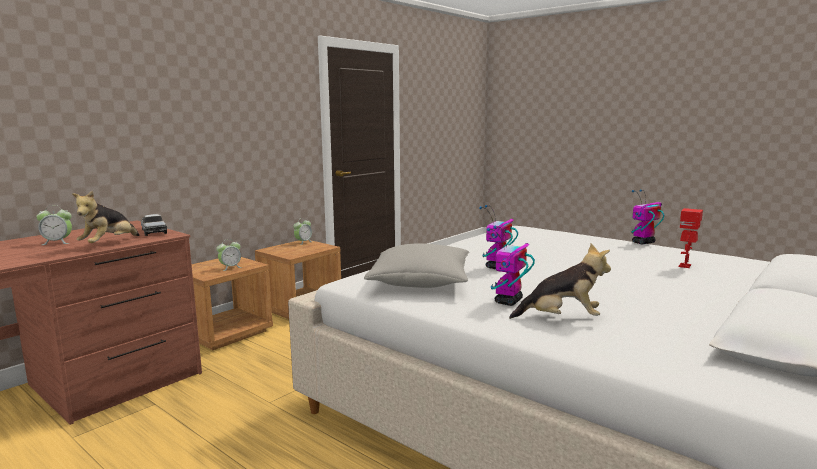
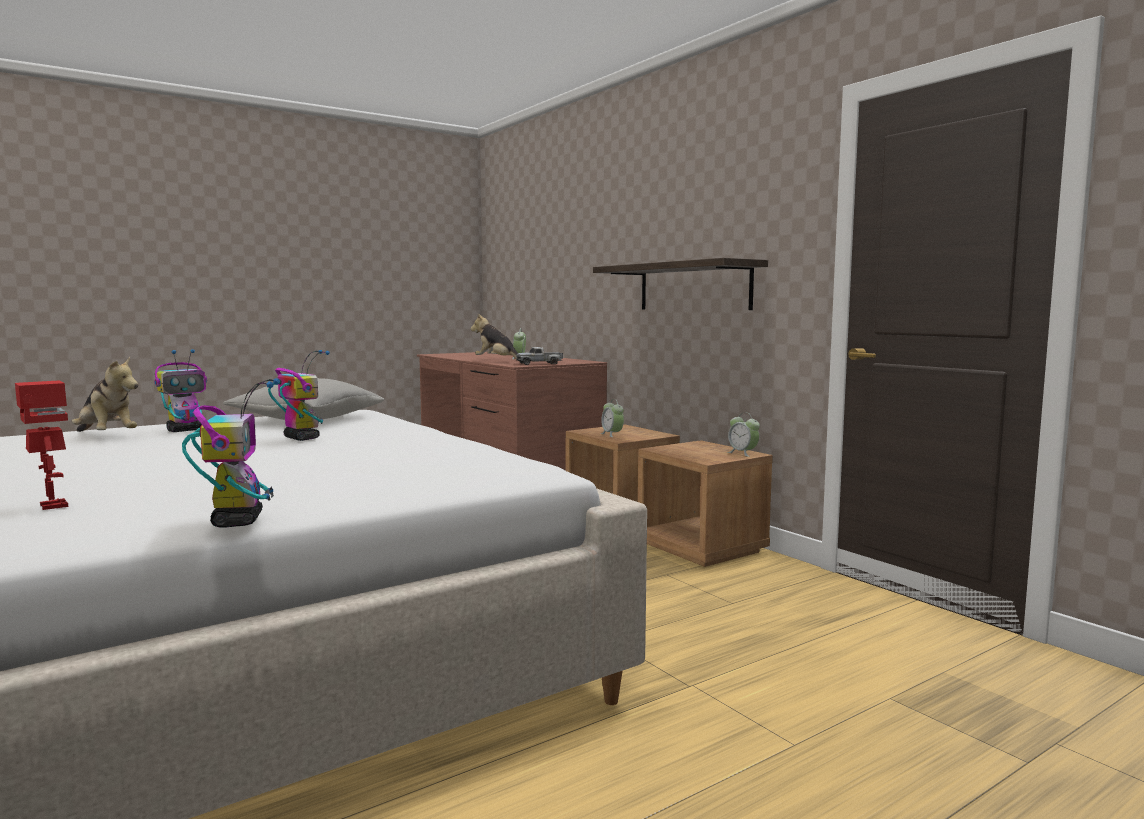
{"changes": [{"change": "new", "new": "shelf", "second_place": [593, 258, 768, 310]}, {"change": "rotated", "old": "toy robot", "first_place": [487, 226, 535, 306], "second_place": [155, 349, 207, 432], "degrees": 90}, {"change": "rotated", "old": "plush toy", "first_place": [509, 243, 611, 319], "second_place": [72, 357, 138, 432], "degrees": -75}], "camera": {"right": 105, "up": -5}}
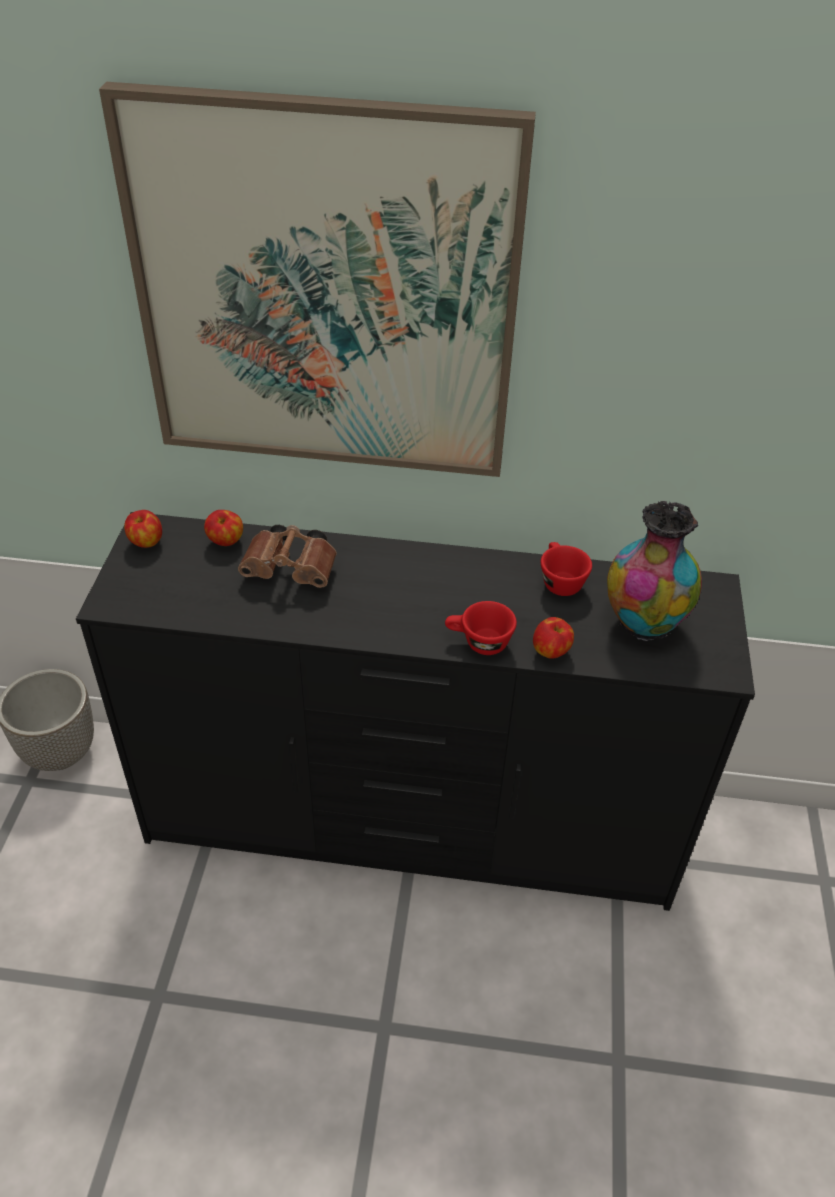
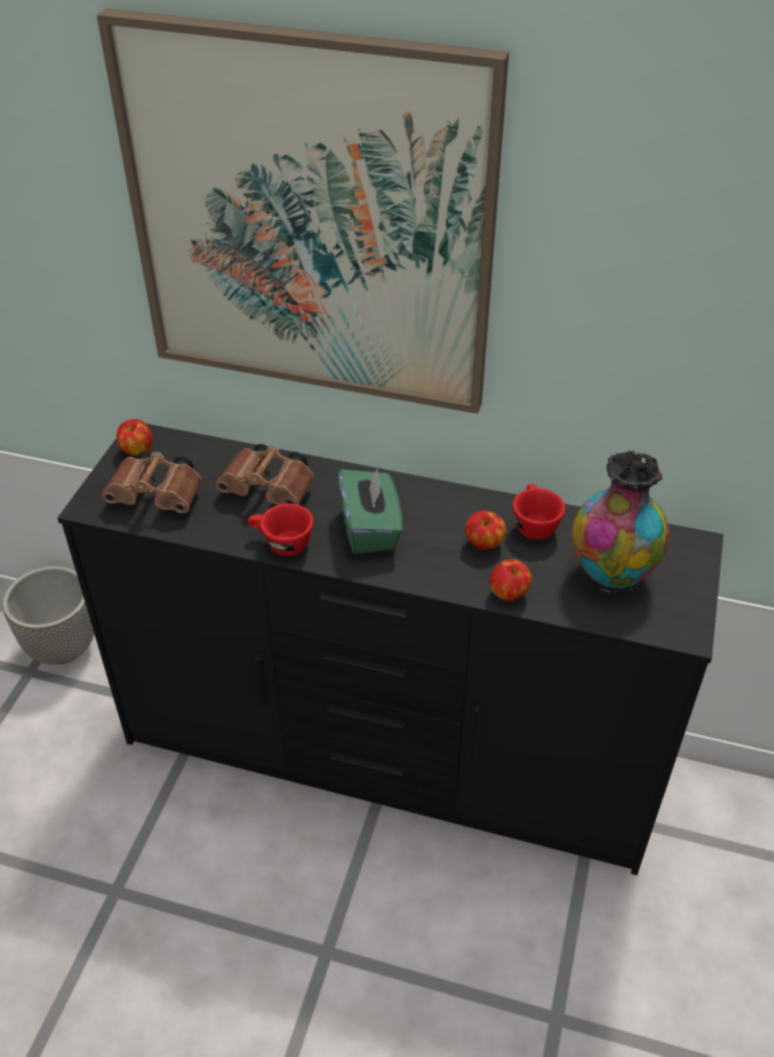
{"changes": [{"change": "new", "new": "binoculars (brown)", "second_place": [102, 451, 202, 513]}, {"change": "new", "new": "tissue box (green)", "second_place": [338, 467, 403, 554]}, {"change": "shifted", "old": "apple", "first_place": [204, 510, 243, 546], "second_place": [465, 510, 506, 550]}, {"change": "shifted", "old": "cup (red)", "first_place": [445, 601, 517, 655], "second_place": [248, 504, 314, 556]}], "camera": {"right": 10, "up": 0}}
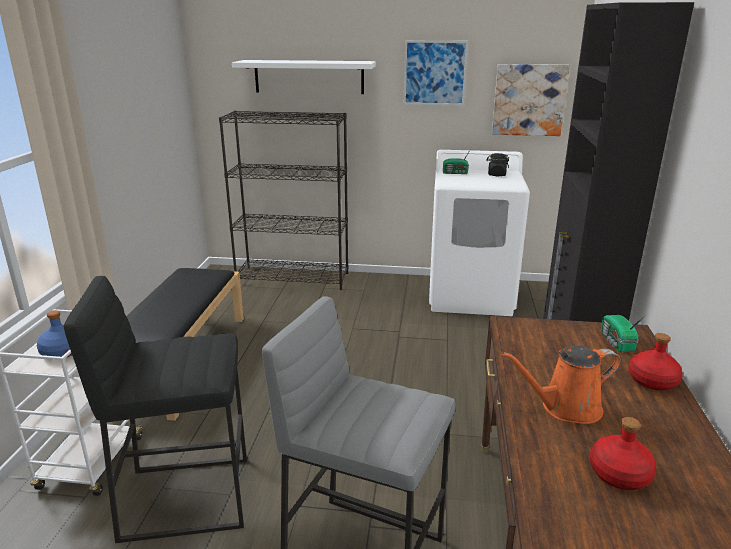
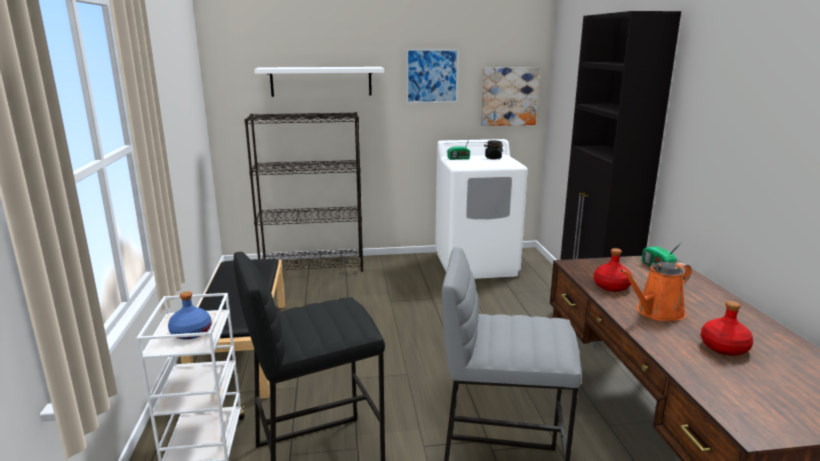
{"changes": [{"change": "shifted", "old": "bottle (red)", "first_place": [628, 333, 683, 390], "second_place": [594, 248, 633, 292]}], "camera": {"right": -15, "up": -5}}
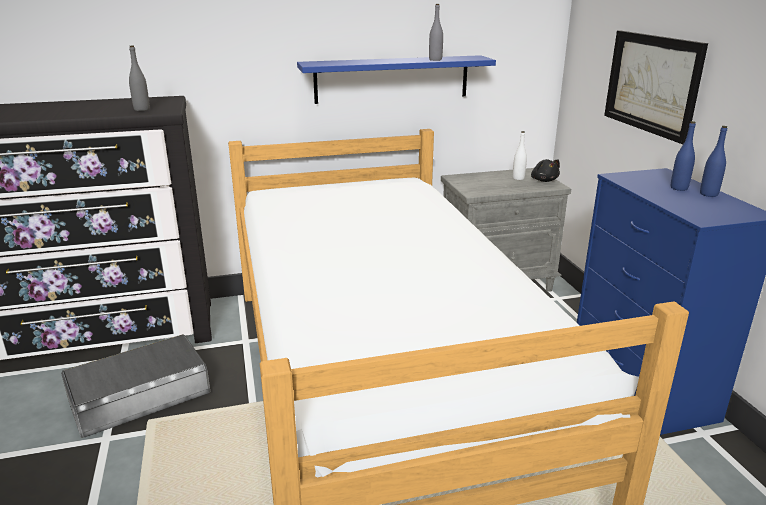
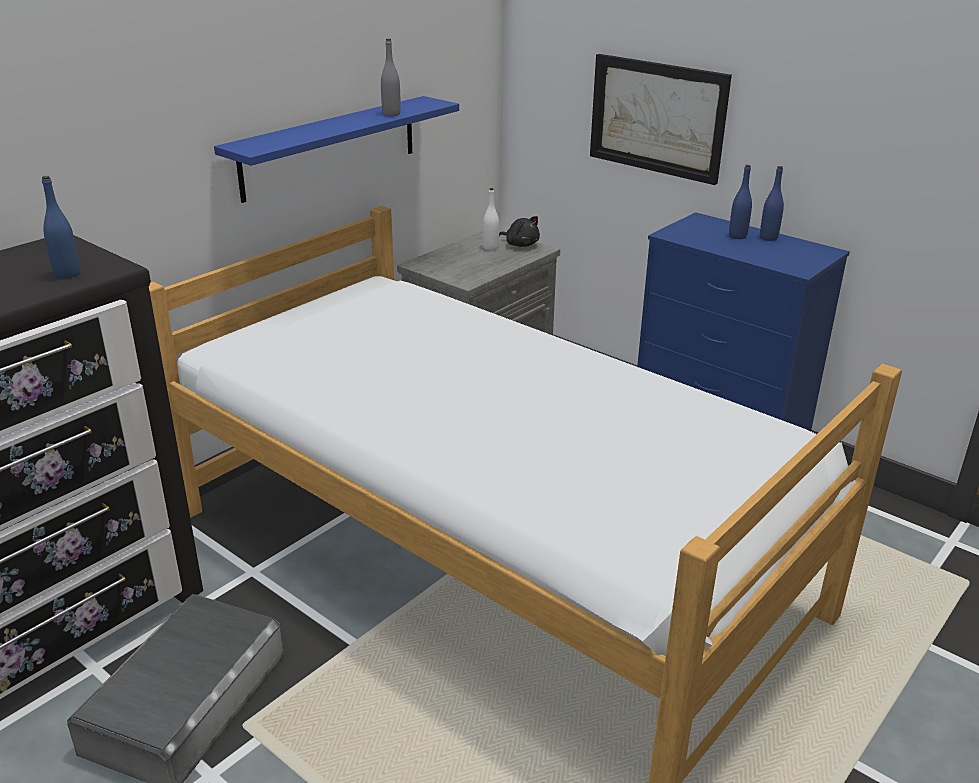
{"changes": [{"change": "repainted", "old": "bottle (grey)", "new": "bottle (blue)", "first_place": [129, 46, 150, 111], "second_place": [42, 176, 80, 279]}], "camera": {"right": -35, "up": 5}}
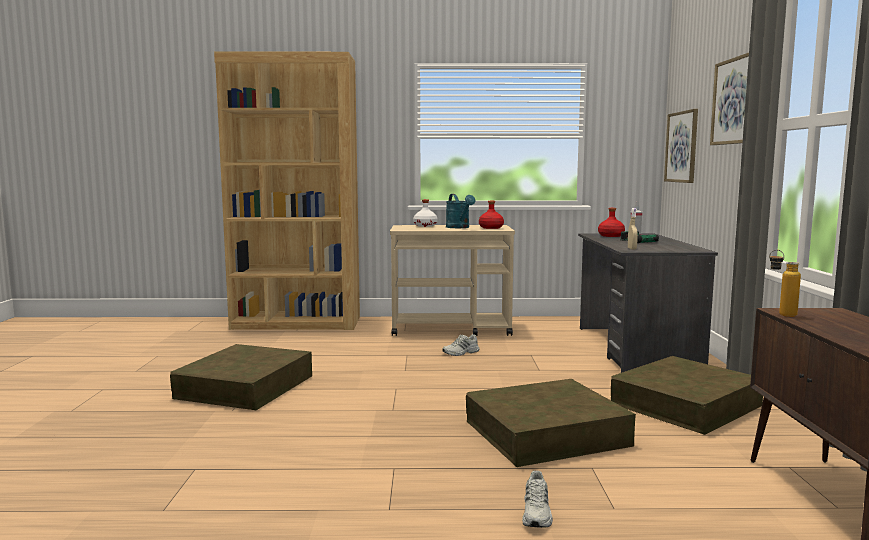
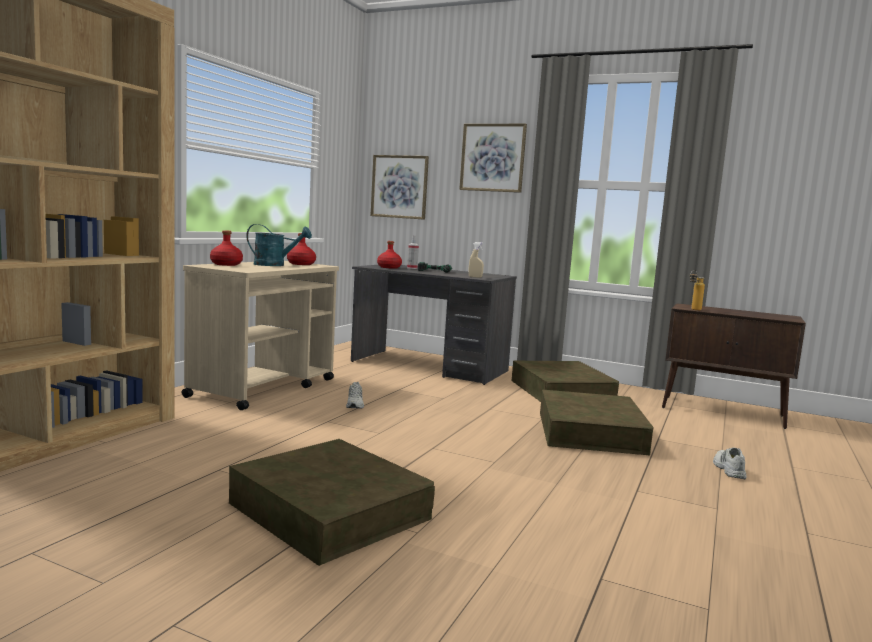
{"changes": [{"change": "repainted", "old": "bottle (white)", "new": "bottle (red)", "first_place": [413, 199, 438, 227], "second_place": [210, 230, 243, 266]}, {"change": "rotated", "old": "shoe (white)", "first_place": [522, 471, 553, 528], "second_place": [713, 447, 747, 480], "degrees": -120}], "camera": {"right": -65, "up": 0}}
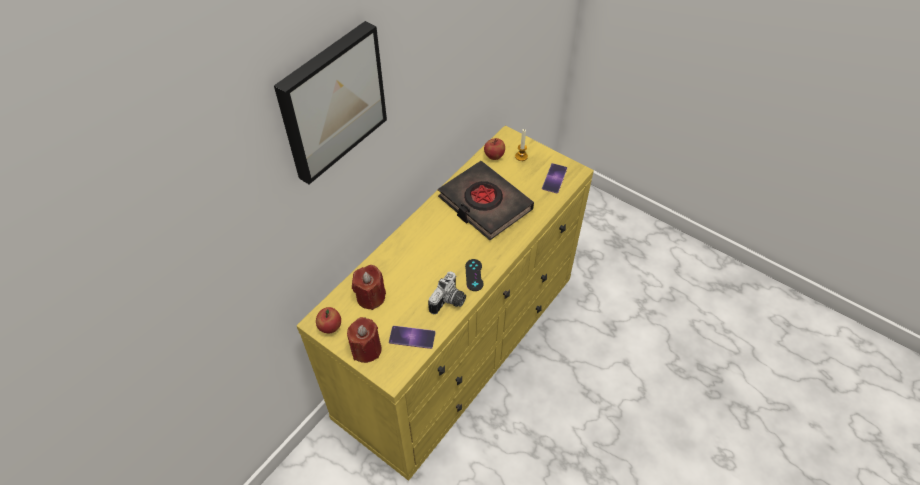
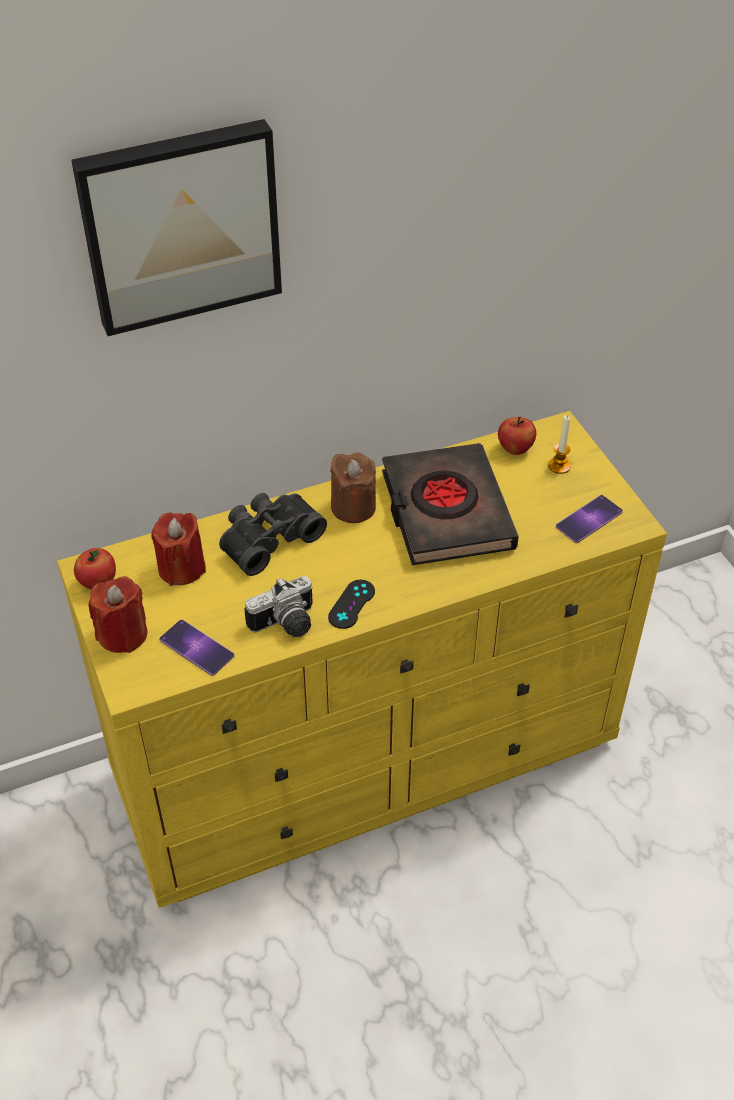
{"changes": [{"change": "new", "new": "binoculars (black)", "second_place": [219, 493, 327, 576]}, {"change": "new", "new": "candle (brown)", "second_place": [330, 453, 376, 523]}], "camera": {"right": 30, "up": -5}}
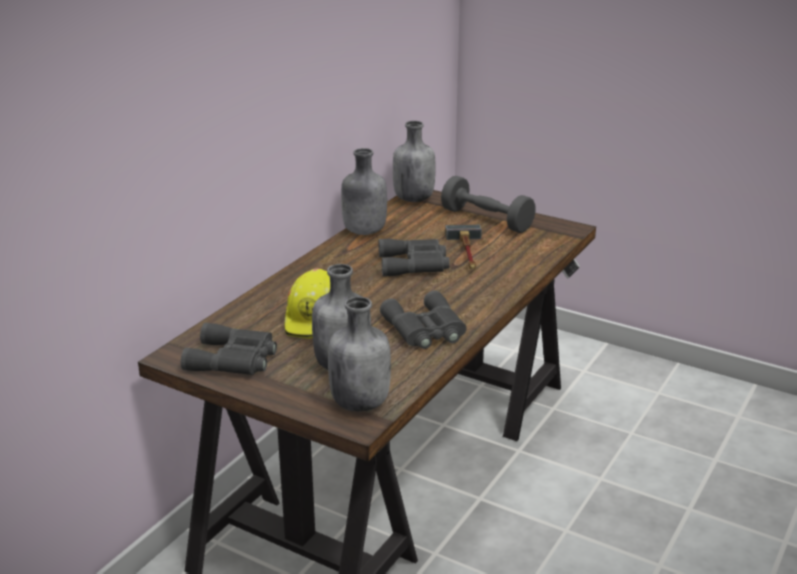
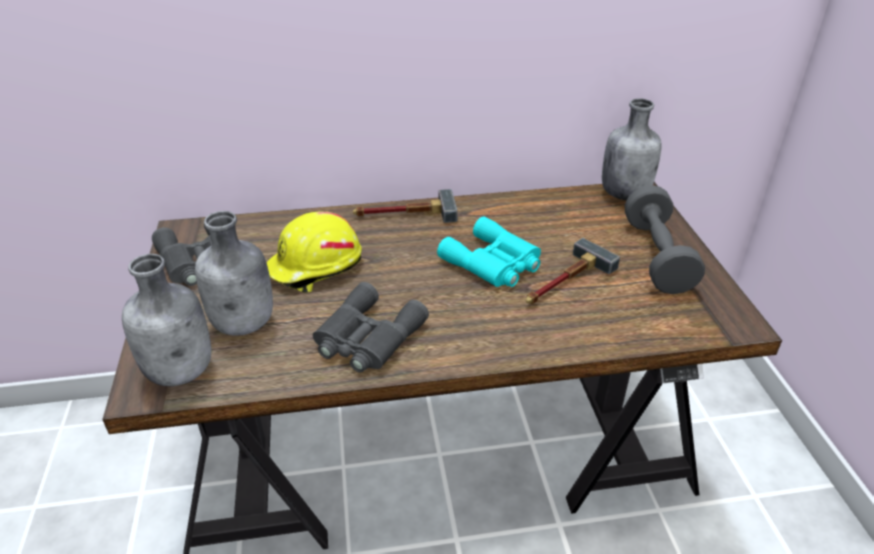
{"changes": [{"change": "gone", "old": "bottle (grey)", "first_place": [341, 148, 387, 235]}, {"change": "new", "new": "hammer", "second_place": [353, 189, 458, 223]}, {"change": "repainted", "old": "binoculars (grey)", "new": "binoculars (turquoise)", "first_place": [379, 239, 450, 277], "second_place": [437, 216, 541, 287]}], "camera": {"right": 50, "up": 10}}
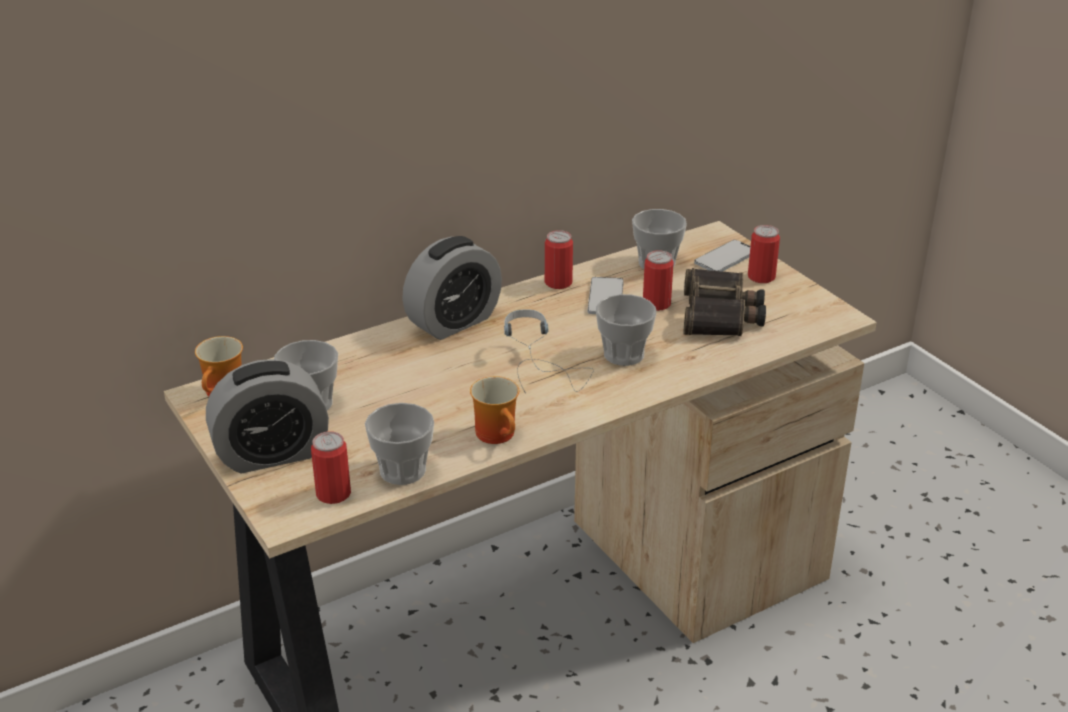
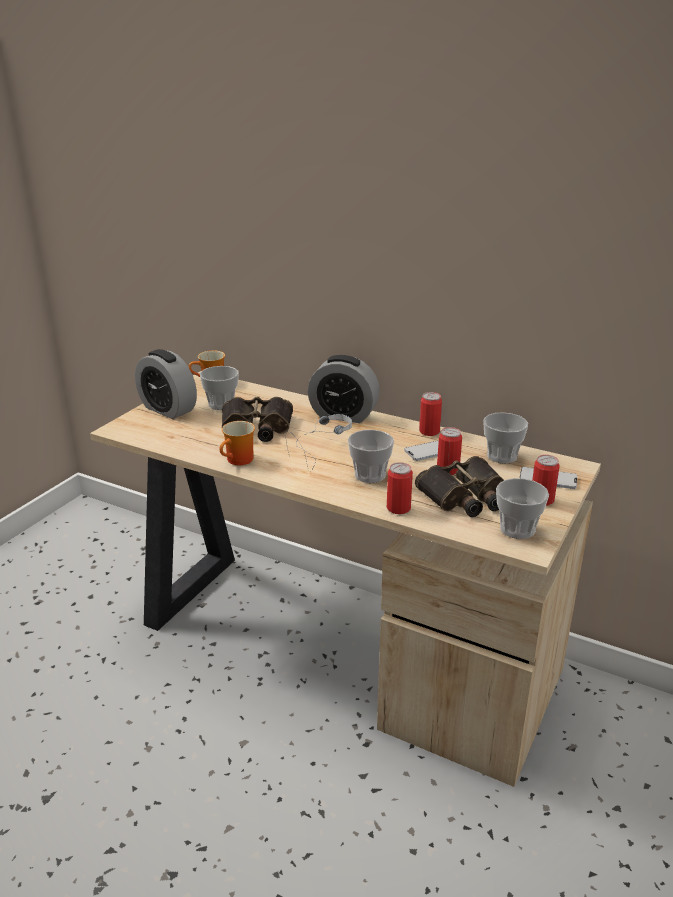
{"changes": [{"change": "new", "new": "binoculars", "second_place": [222, 397, 293, 442]}, {"change": "shifted", "old": "can", "first_place": [311, 431, 351, 504], "second_place": [387, 462, 413, 514]}, {"change": "shifted", "old": "cup", "first_place": [365, 403, 434, 485], "second_place": [496, 478, 549, 539]}], "camera": {"right": 60, "up": -5}}
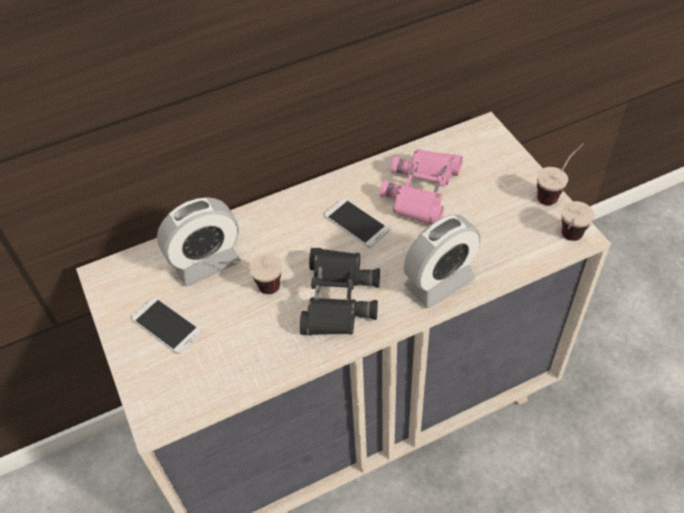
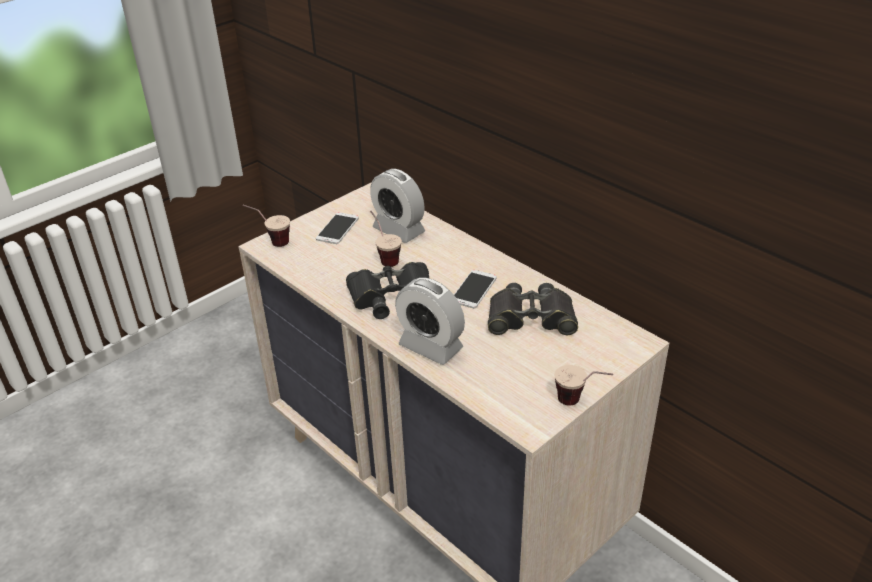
{"changes": [{"change": "shifted", "old": "cup", "first_place": [562, 201, 595, 241], "second_place": [243, 205, 290, 247]}, {"change": "repainted", "old": "binoculars (pink)", "new": "binoculars (black)", "first_place": [380, 149, 463, 225], "second_place": [488, 283, 578, 335]}], "camera": {"right": 70, "up": -15}}
